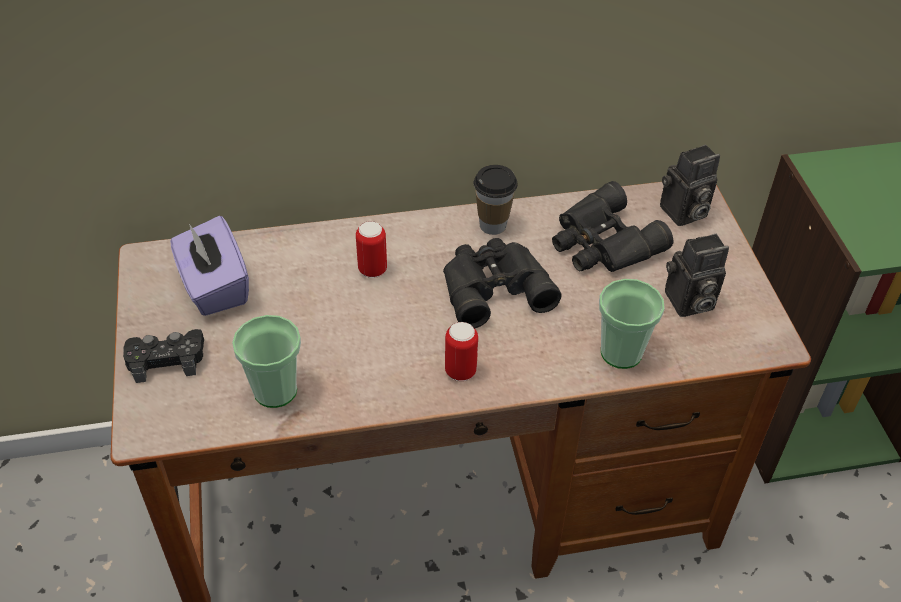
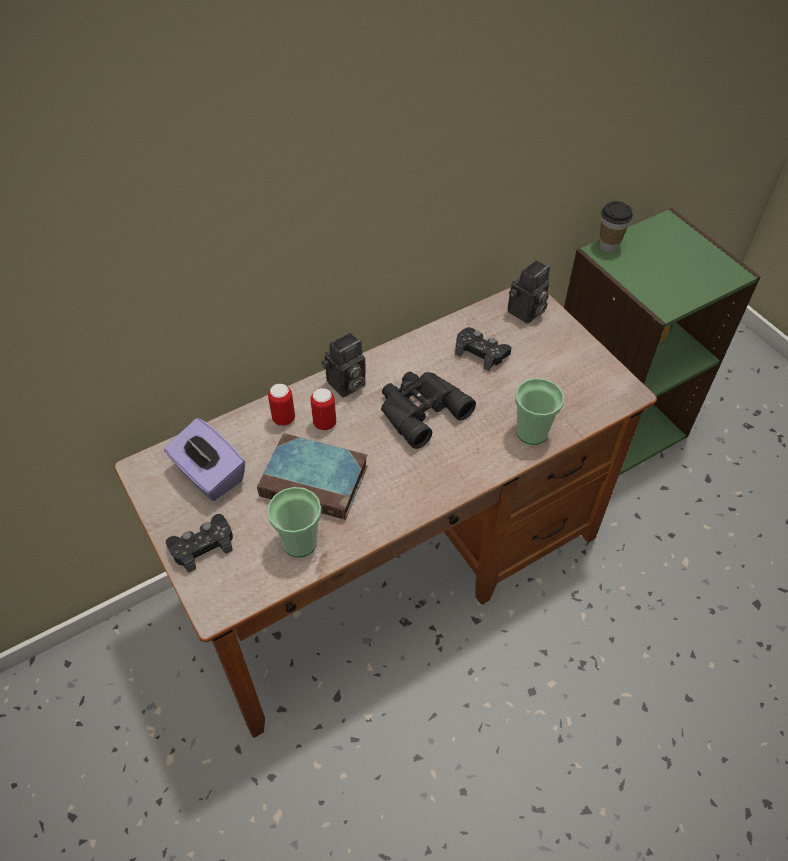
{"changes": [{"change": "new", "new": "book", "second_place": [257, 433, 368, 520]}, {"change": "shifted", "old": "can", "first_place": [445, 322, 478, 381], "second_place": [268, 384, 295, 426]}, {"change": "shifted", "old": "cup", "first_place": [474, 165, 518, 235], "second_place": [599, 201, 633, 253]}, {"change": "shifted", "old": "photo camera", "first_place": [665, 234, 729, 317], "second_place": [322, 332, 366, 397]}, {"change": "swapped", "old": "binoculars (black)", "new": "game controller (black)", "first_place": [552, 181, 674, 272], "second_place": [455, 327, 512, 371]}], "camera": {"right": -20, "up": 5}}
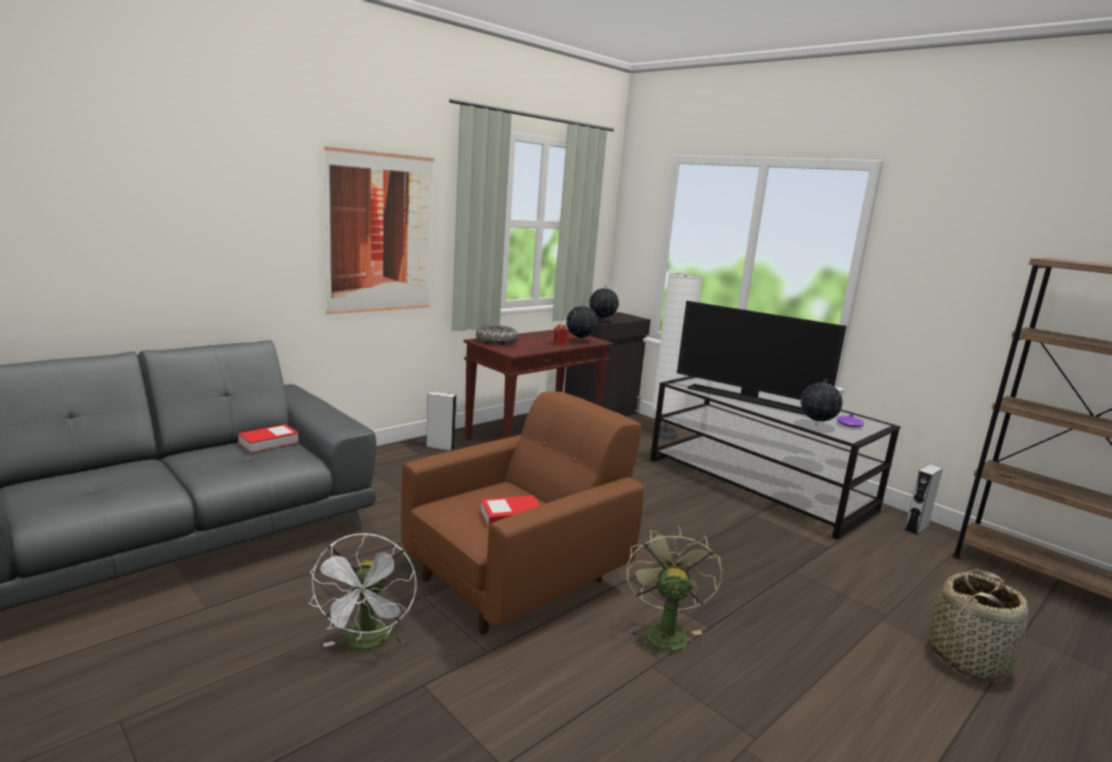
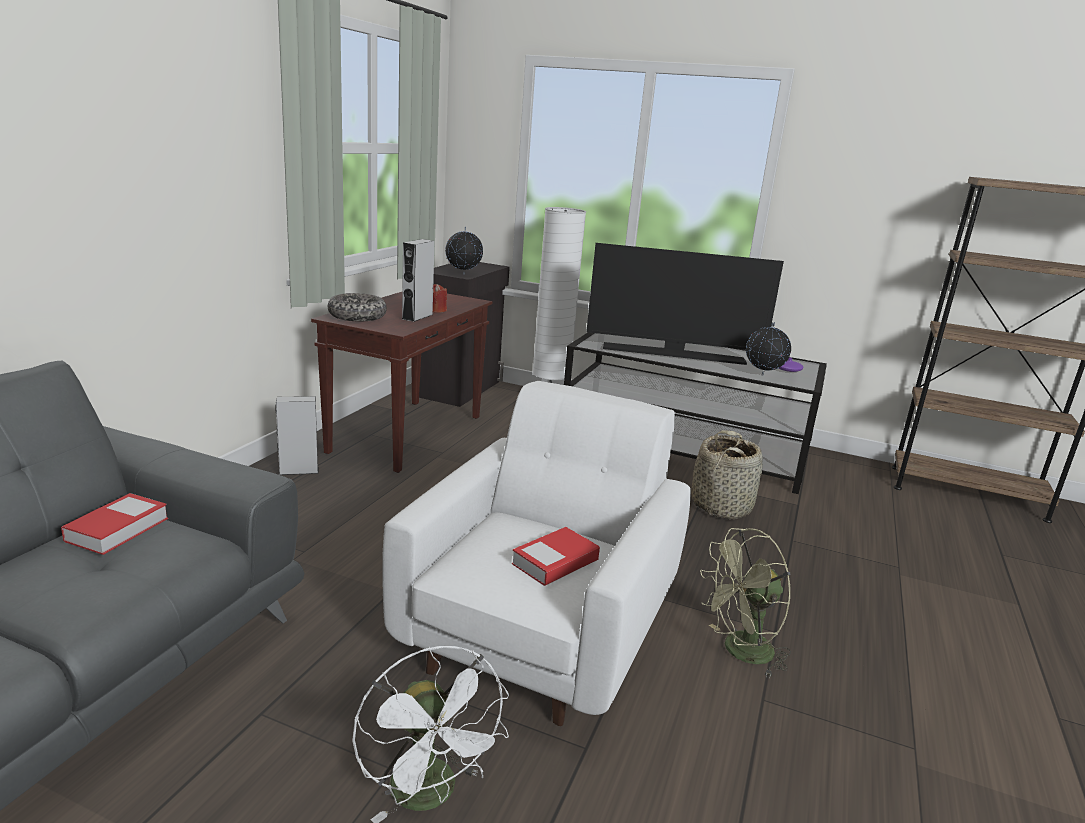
{"changes": [{"change": "gone", "old": "picture", "first_place": [324, 146, 434, 314]}, {"change": "gone", "old": "globe", "first_place": [566, 302, 598, 342]}, {"change": "shifted", "old": "speaker (grey)", "first_place": [904, 464, 943, 536], "second_place": [402, 239, 434, 322]}, {"change": "shifted", "old": "basket", "first_place": [930, 569, 1028, 681], "second_place": [691, 430, 763, 519]}, {"change": "repainted", "old": "armchair (brown)", "new": "armchair (white)", "first_place": [401, 391, 644, 634], "second_place": [382, 381, 691, 726]}, {"change": "rotated", "old": "fan (green)", "first_place": [626, 526, 722, 659], "second_place": [700, 528, 791, 677], "degrees": -90}], "camera": {"right": -25, "up": 5}}
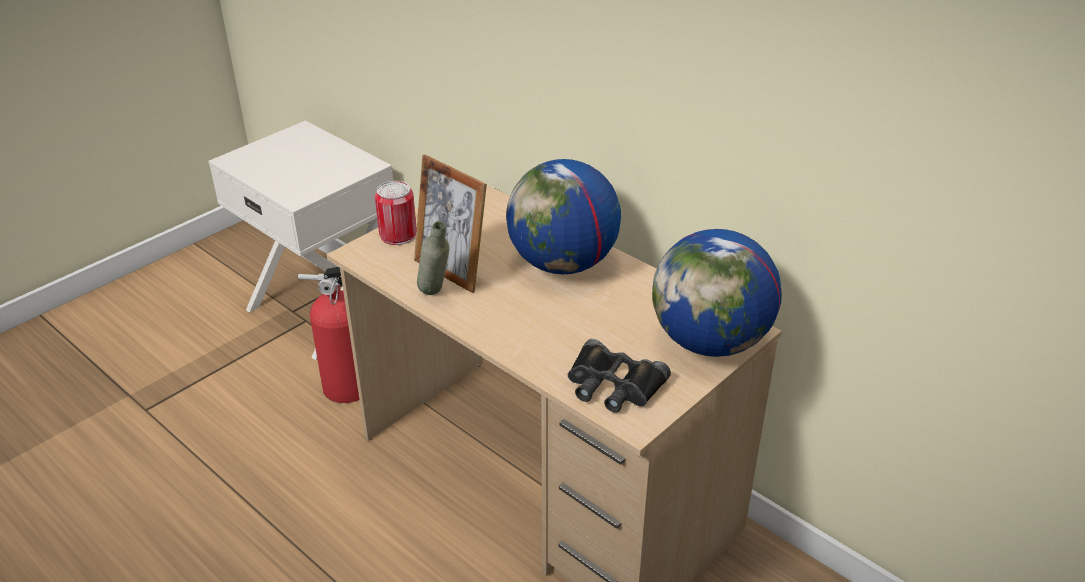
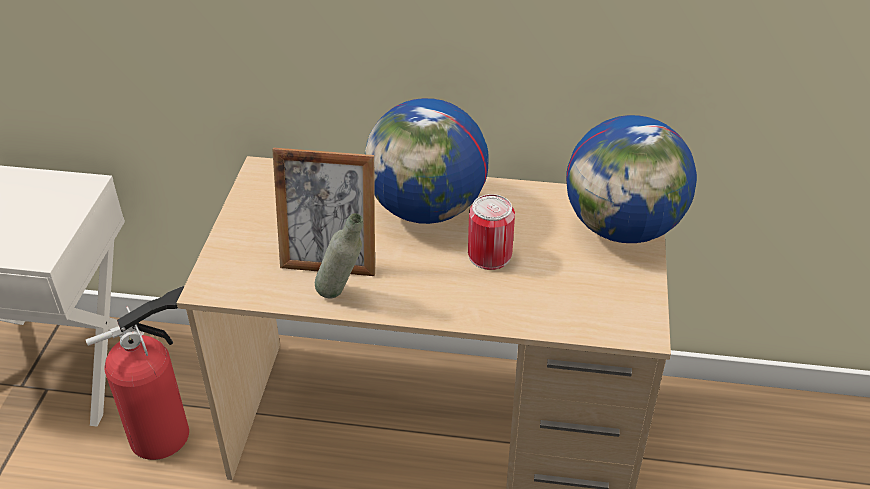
{"changes": [{"change": "gone", "old": "binoculars (black)", "first_place": [568, 339, 671, 413]}, {"change": "shifted", "old": "can", "first_place": [375, 181, 417, 245], "second_place": [468, 194, 515, 270]}], "camera": {"right": -35, "up": 5}}
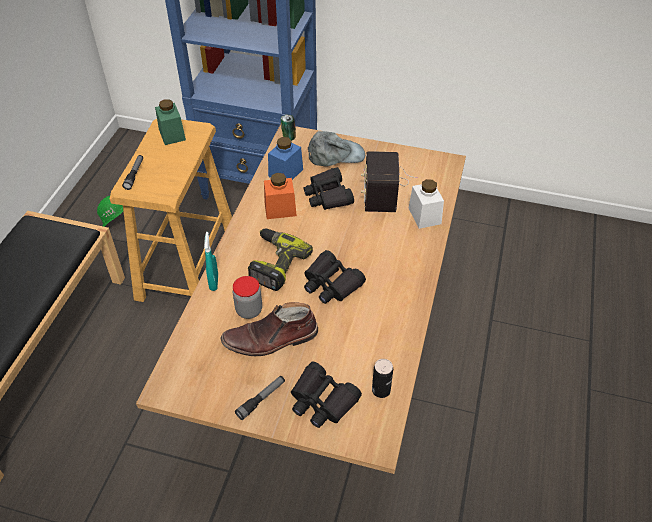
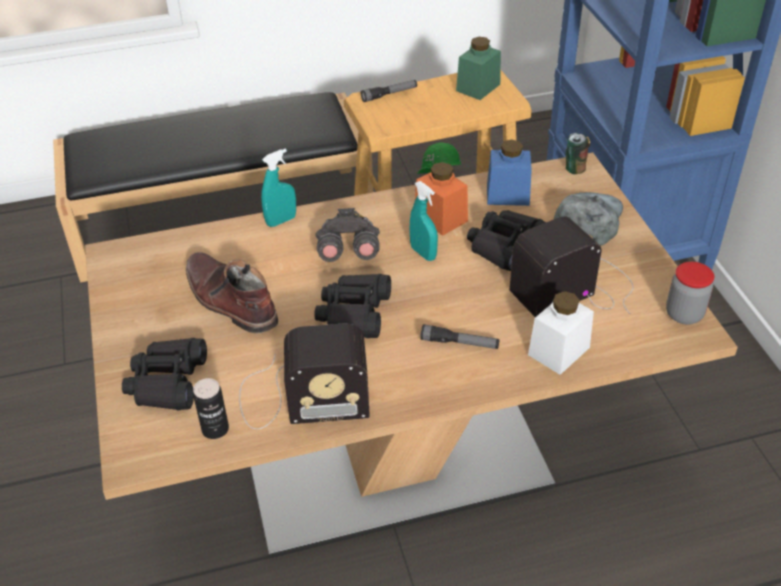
{"changes": [{"change": "new", "new": "radio", "second_place": [239, 324, 370, 429]}, {"change": "new", "new": "spray bottle (turquoise)", "second_place": [410, 181, 438, 261]}, {"change": "shifted", "old": "jar", "first_place": [233, 276, 262, 319], "second_place": [666, 261, 714, 324]}, {"change": "shifted", "old": "flashlight", "first_place": [235, 376, 285, 420], "second_place": [420, 324, 499, 349]}, {"change": "swapped", "old": "power drill", "new": "binoculars (grey)", "first_place": [248, 228, 313, 291], "second_place": [315, 208, 380, 262]}, {"change": "rotated", "old": "cap (grey)", "first_place": [308, 131, 365, 166], "second_place": [554, 192, 623, 246], "degrees": -120}], "camera": {"right": 60, "up": -5}}
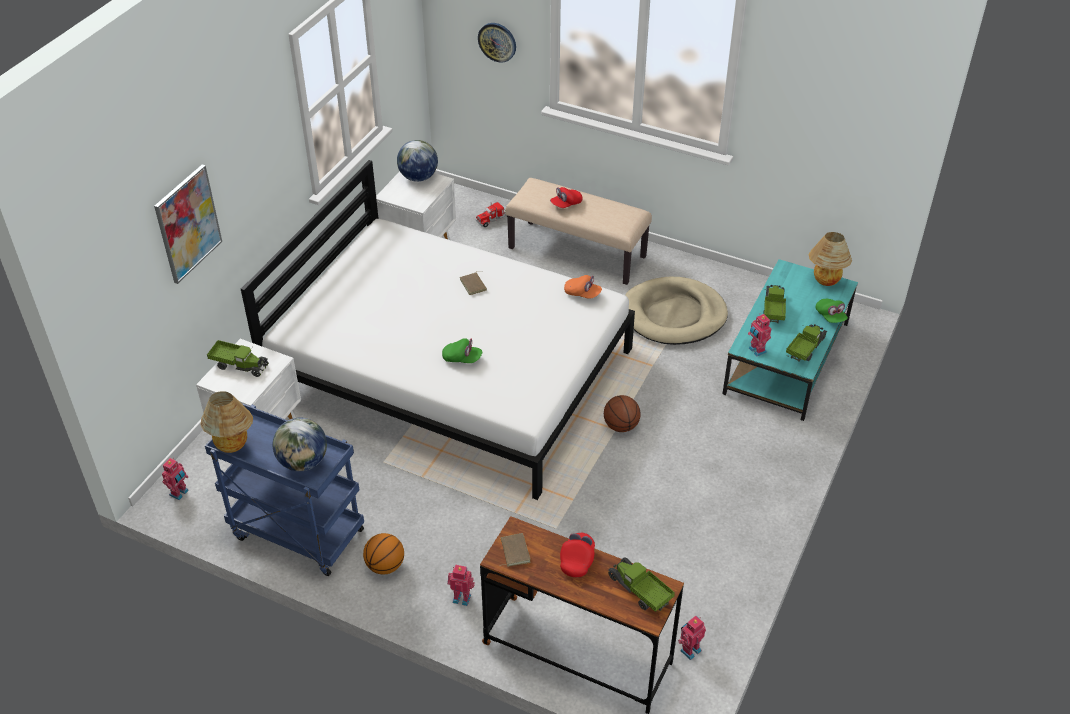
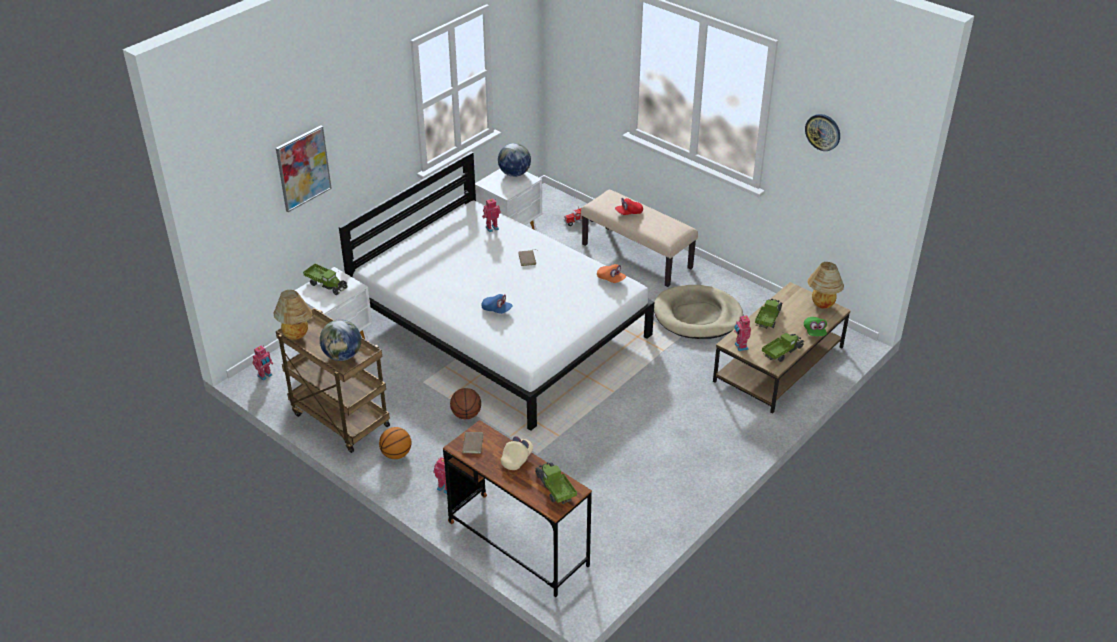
{"changes": [{"change": "shifted", "old": "wall clock", "first_place": [478, 23, 516, 62], "second_place": [805, 114, 840, 151]}, {"change": "shifted", "old": "basketball", "first_place": [604, 395, 641, 432], "second_place": [450, 388, 481, 419]}, {"change": "shifted", "old": "toy robot", "first_place": [678, 616, 706, 660], "second_place": [482, 198, 501, 232]}, {"change": "repainted", "old": "cart (blue)", "new": "cart (brown)", "first_place": [205, 404, 364, 576], "second_place": [276, 308, 390, 453]}, {"change": "repainted", "old": "cap (green)", "new": "cap (blue)", "first_place": [442, 338, 482, 363], "second_place": [481, 294, 513, 314]}, {"change": "repainted", "old": "cap (red)", "new": "cap (beige)", "first_place": [560, 533, 595, 577], "second_place": [501, 436, 533, 470]}, {"change": "repainted", "old": "coffee table (turquoise)", "new": "coffee table (brown)", "first_place": [722, 259, 858, 421], "second_place": [713, 282, 851, 414]}], "camera": {"right": 15, "up": -5}}
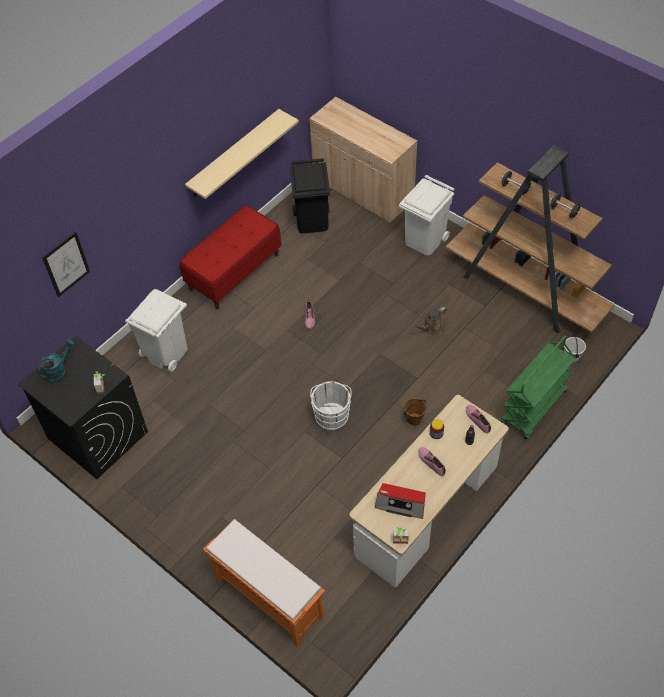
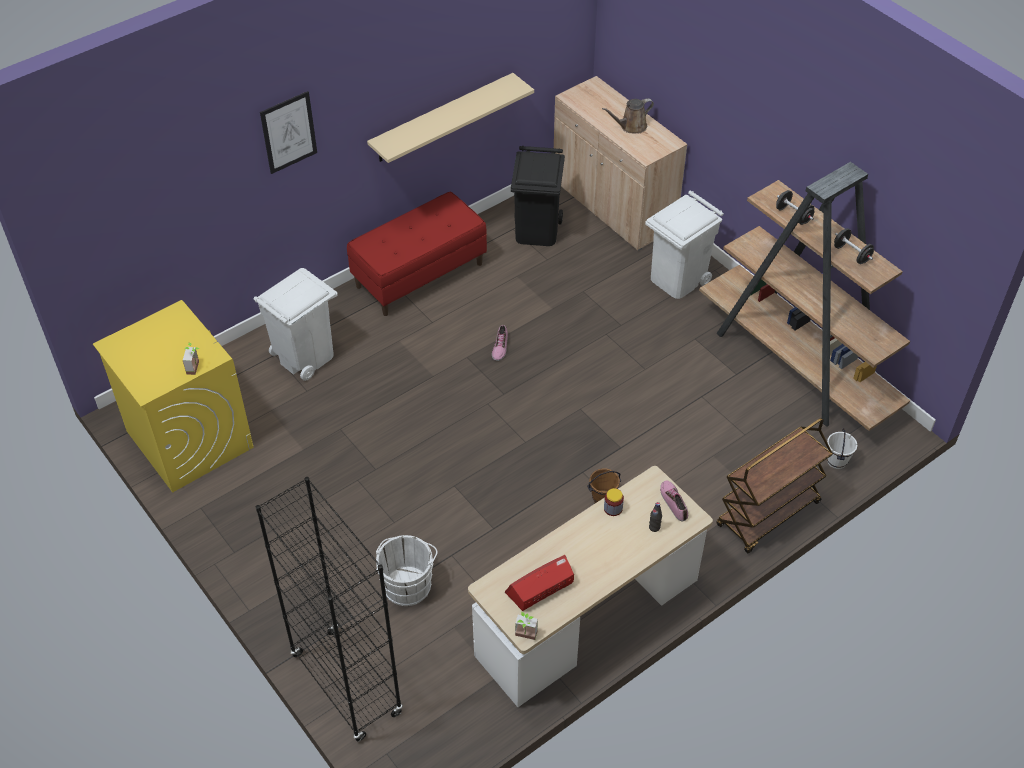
{"changes": [{"change": "gone", "old": "watering can (turquoise)", "first_place": [37, 339, 75, 382]}, {"change": "gone", "old": "shoe", "first_place": [418, 447, 446, 476]}, {"change": "shifted", "old": "picture", "first_place": [42, 232, 90, 297], "second_place": [260, 91, 317, 174]}, {"change": "shifted", "old": "bucket (white)", "first_place": [310, 381, 351, 430], "second_place": [376, 535, 438, 606]}, {"change": "shifted", "old": "watering can (brown)", "first_place": [411, 307, 447, 335], "second_place": [602, 98, 654, 133]}, {"change": "swapped", "old": "bench (orange)", "new": "bookcase (black)", "first_place": [203, 519, 325, 648], "second_place": [256, 477, 403, 742]}, {"change": "repainted", "old": "washing machine (black)", "new": "washing machine (yellow)", "first_place": [18, 336, 148, 479], "second_place": [93, 300, 254, 493]}, {"change": "repainted", "old": "cart (green)", "new": "cart (brown)", "first_place": [500, 336, 576, 440], "second_place": [716, 418, 833, 553]}, {"change": "rotated", "old": "radio", "first_place": [375, 483, 426, 519], "second_place": [505, 555, 574, 611], "degrees": 120}], "camera": {"right": 10, "up": -5}}
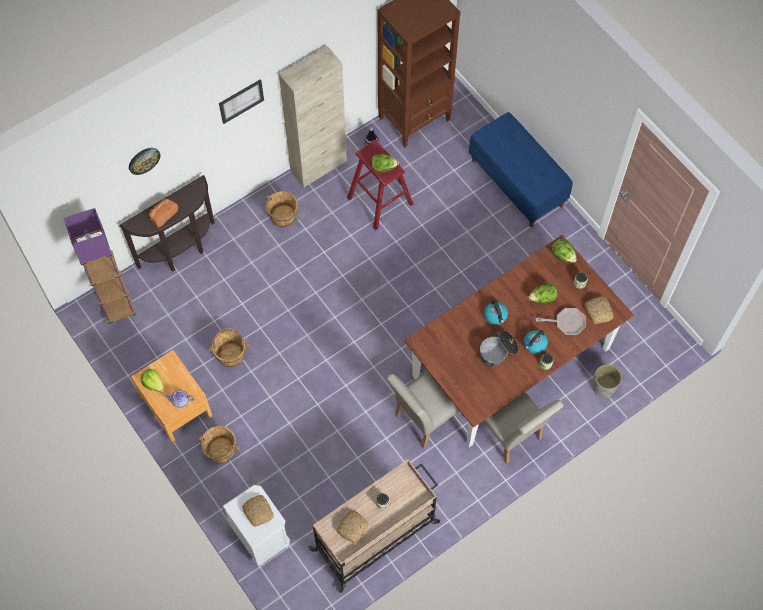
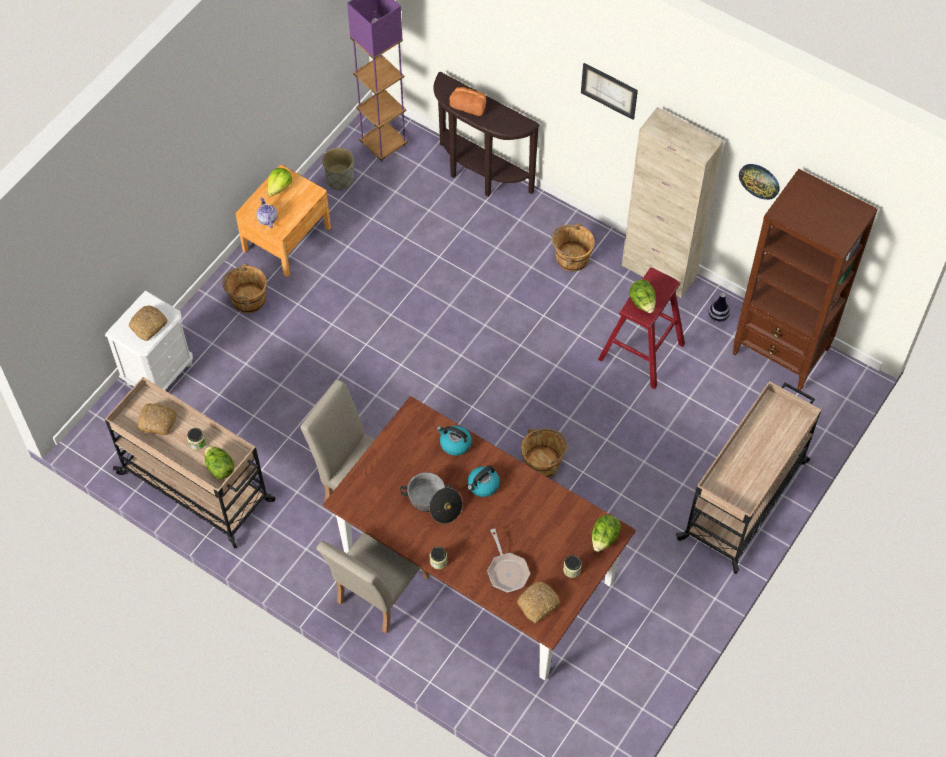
{"changes": [{"change": "shifted", "old": "wall clock", "first_place": [129, 148, 160, 175], "second_place": [739, 164, 780, 200]}, {"change": "shifted", "old": "bucket (brown)", "first_place": [208, 327, 251, 367], "second_place": [521, 428, 567, 478]}, {"change": "shifted", "old": "kettle", "first_place": [524, 330, 548, 354], "second_place": [437, 426, 472, 456]}, {"change": "shifted", "old": "lettuce", "first_place": [529, 283, 557, 303], "second_place": [205, 446, 234, 479]}, {"change": "shifted", "old": "planter (grey)", "first_place": [592, 364, 622, 398], "second_place": [322, 148, 354, 191]}, {"change": "swapped", "old": "bench (blue)", "new": "cart (beige)", "first_place": [469, 112, 573, 227], "second_place": [676, 381, 821, 574]}], "camera": {"right": 70, "up": -5}}
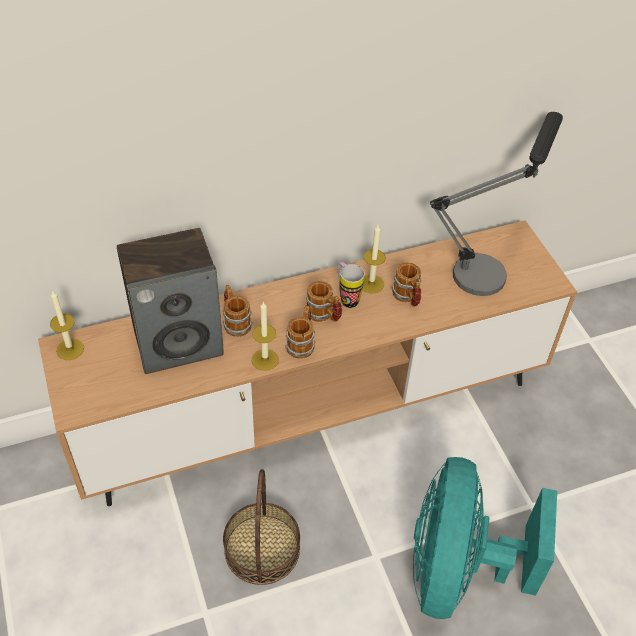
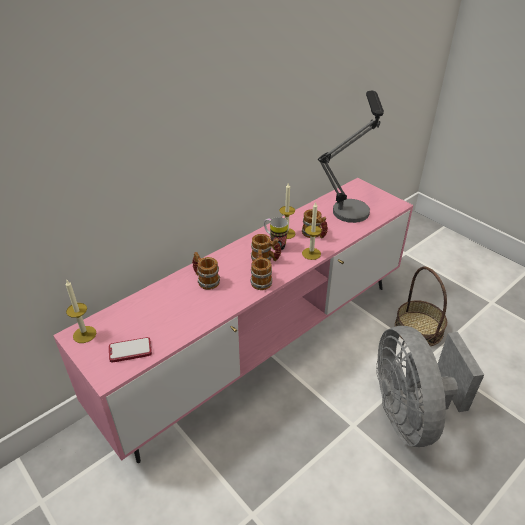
{"changes": [{"change": "gone", "old": "speaker", "first_place": [117, 228, 224, 374]}, {"change": "new", "new": "phone", "second_place": [109, 337, 152, 363]}, {"change": "shifted", "old": "basket", "first_place": [223, 469, 300, 585], "second_place": [395, 267, 447, 346]}, {"change": "shifted", "old": "candle", "first_place": [252, 302, 279, 371], "second_place": [302, 201, 322, 260]}, {"change": "repainted", "old": "tv stand (brown)", "new": "tv stand (pink)", "first_place": [38, 220, 577, 506], "second_place": [53, 178, 413, 463]}, {"change": "repainted", "old": "fan (turquoise)", "new": "fan (grey)", "first_place": [413, 457, 557, 619], "second_place": [376, 326, 484, 447]}], "camera": {"right": -20, "up": -10}}
